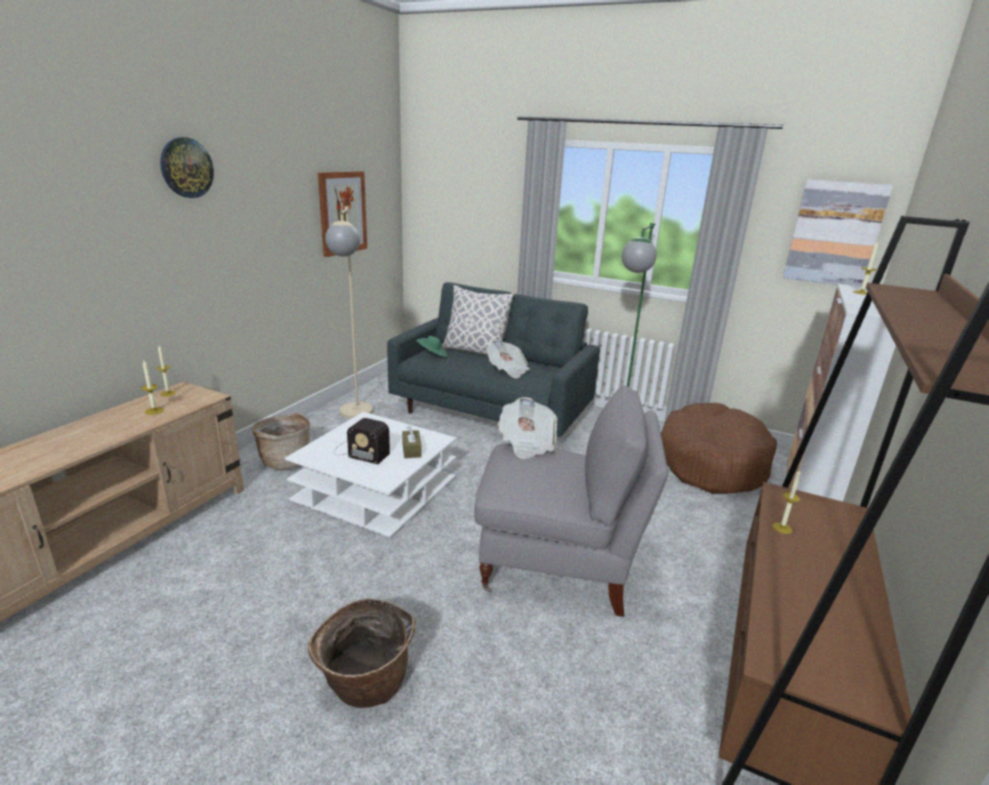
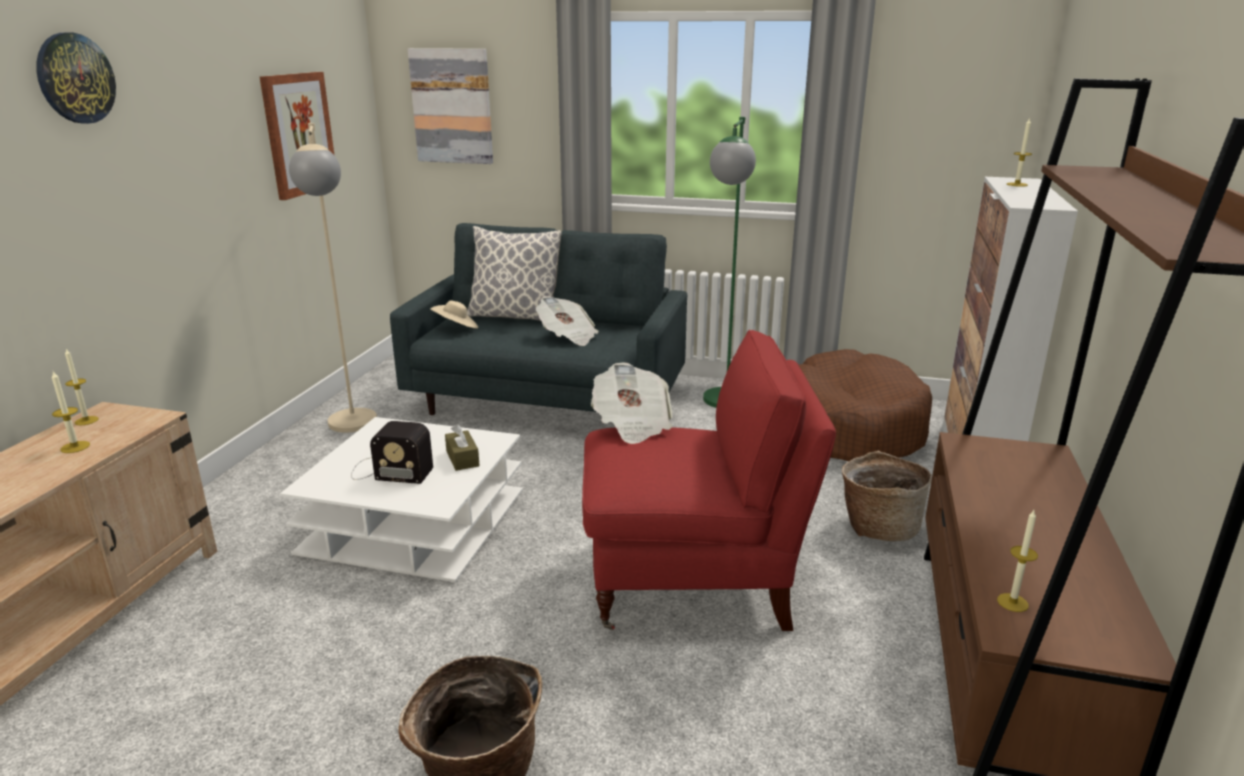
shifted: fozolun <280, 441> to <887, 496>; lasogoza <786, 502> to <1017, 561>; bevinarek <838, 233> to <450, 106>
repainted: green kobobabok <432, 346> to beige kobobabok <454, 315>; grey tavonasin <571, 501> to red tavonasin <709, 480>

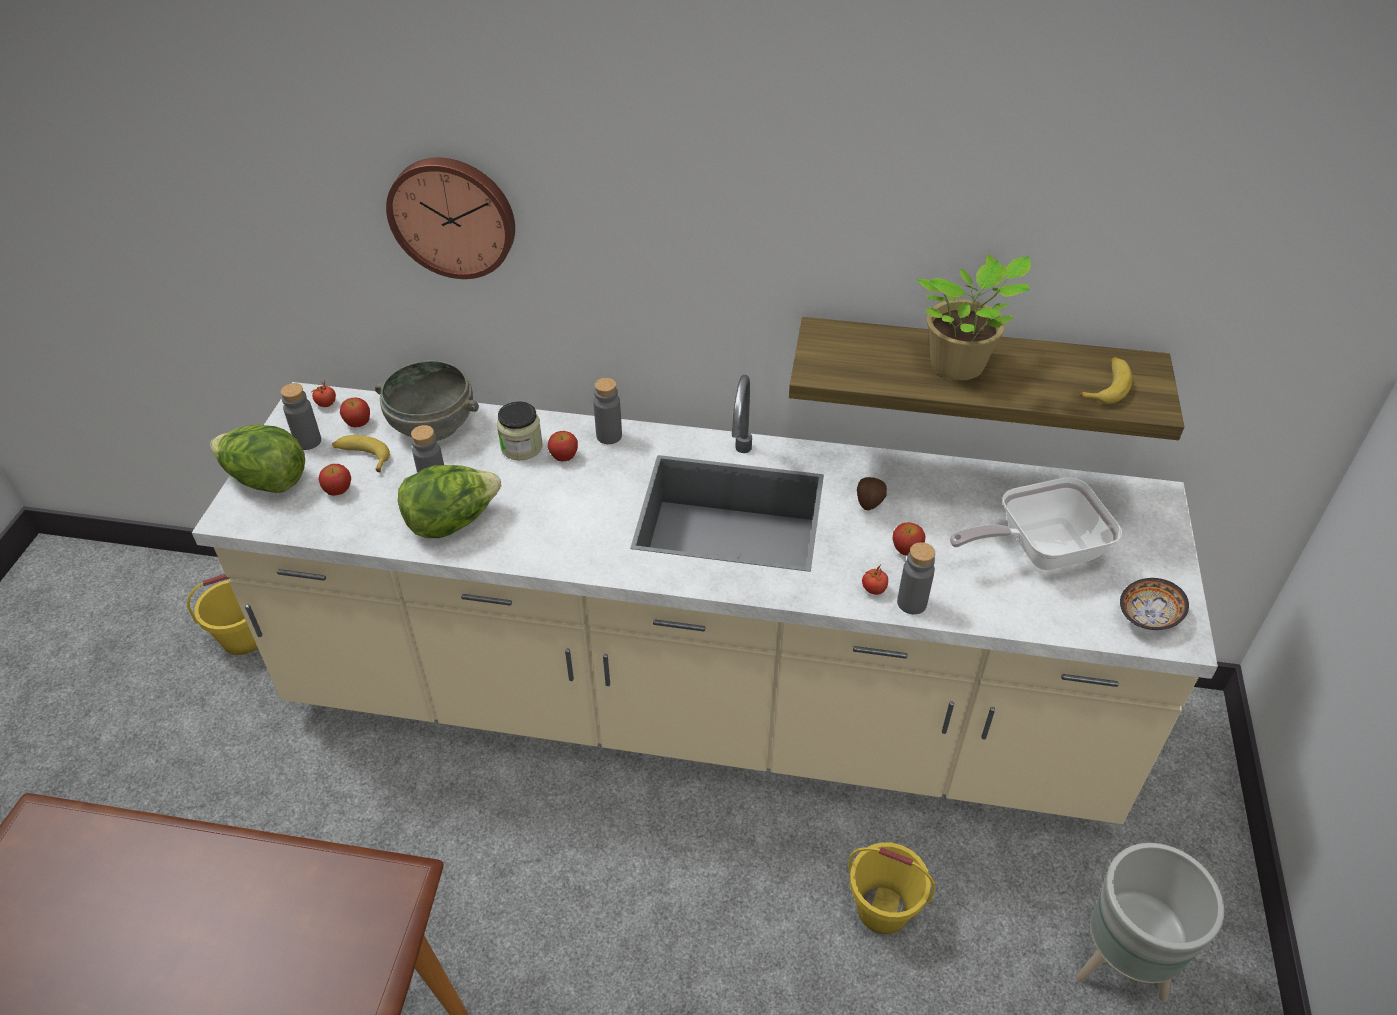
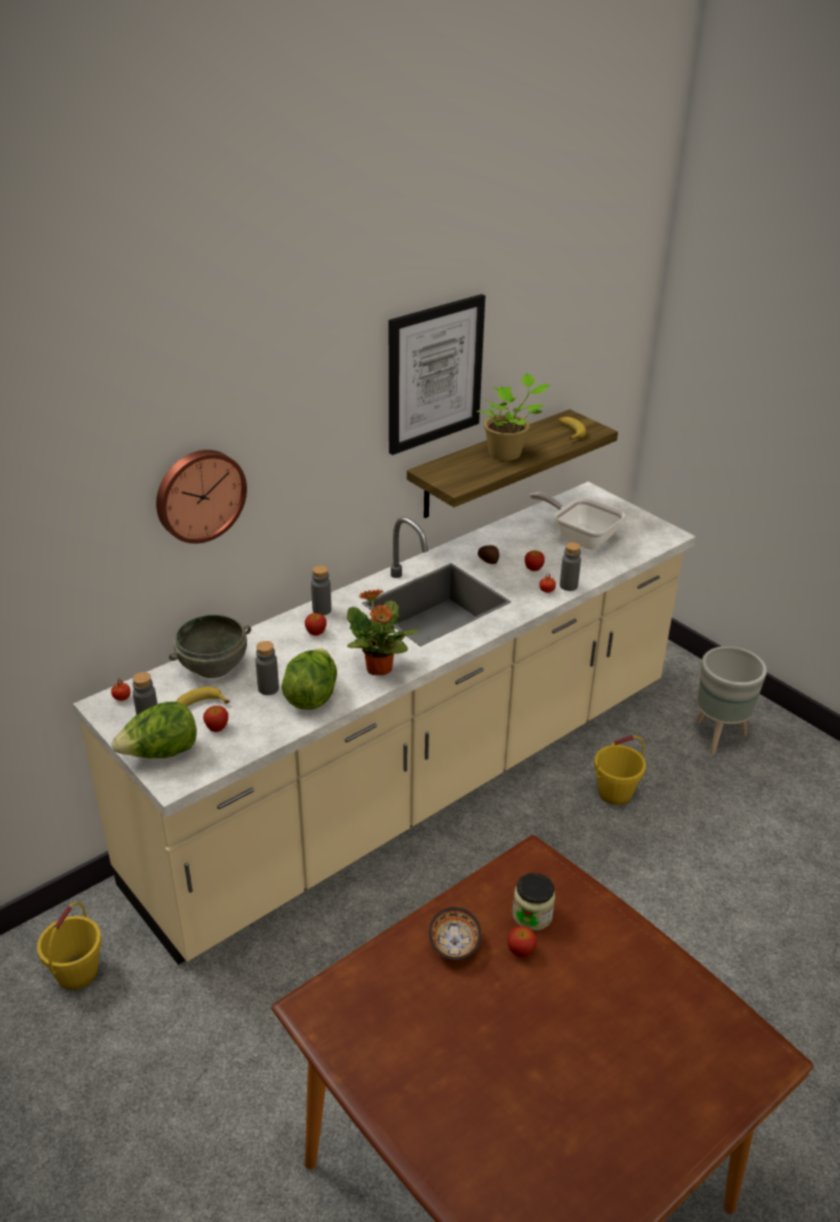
new: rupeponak <383, 632>; bevinarek <437, 374>
shifted: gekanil <355, 412> to <522, 941>; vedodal <520, 430> to <533, 902>; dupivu <1154, 604> to <455, 933>
rotated: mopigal <1036, 523> = <577, 520> 105 degrees clockwise

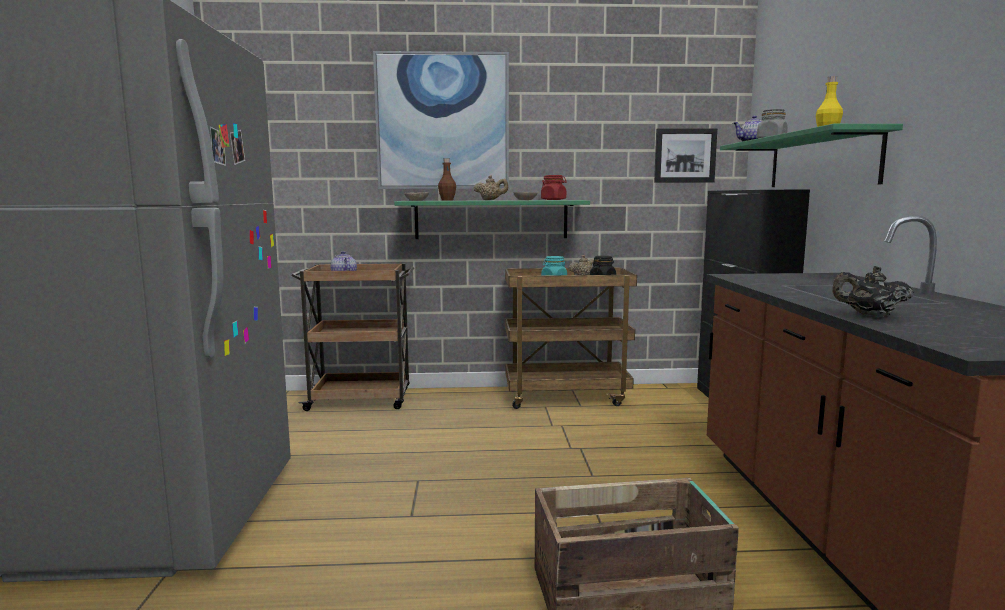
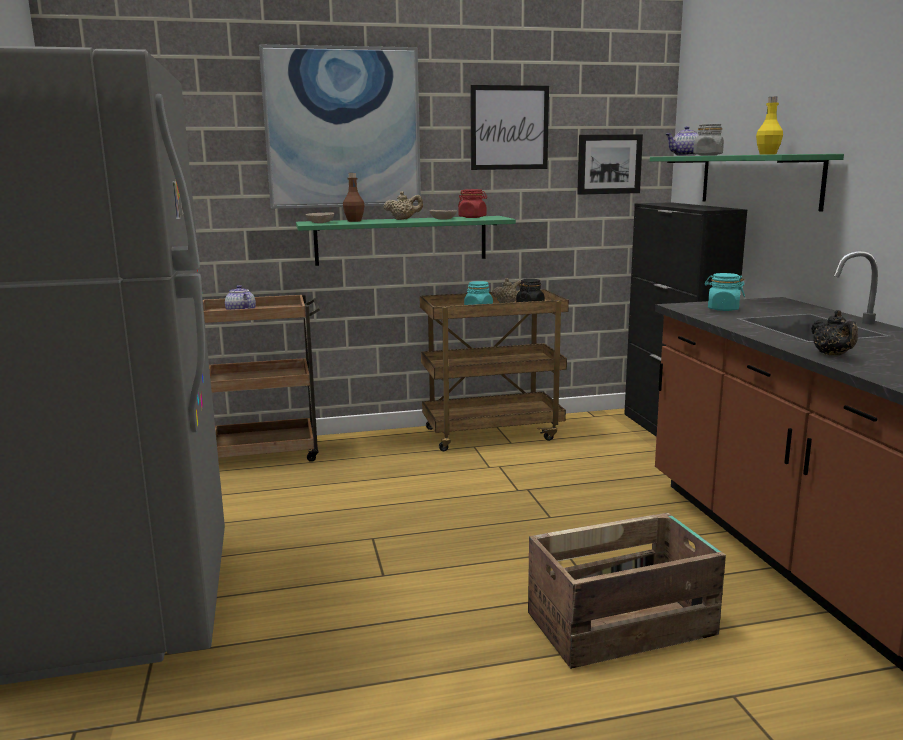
new: bevinarek <509, 127>; turquoise vedodal <725, 292>
rotated: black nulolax <872, 292> = <834, 333> 105 degrees counterclockwise

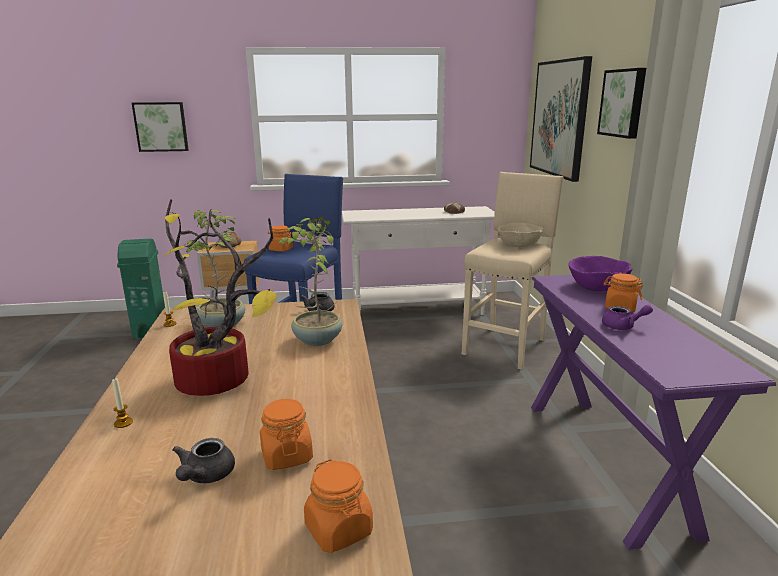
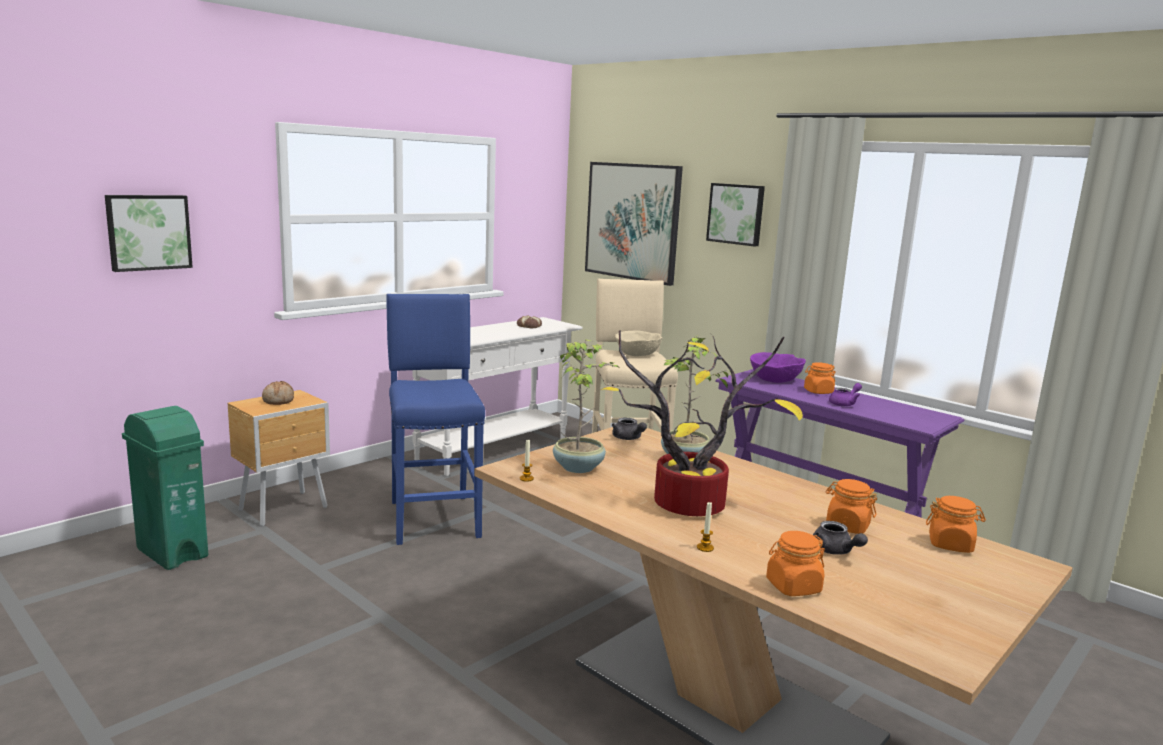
shifted: orange vedodal <280, 238> to <795, 563>

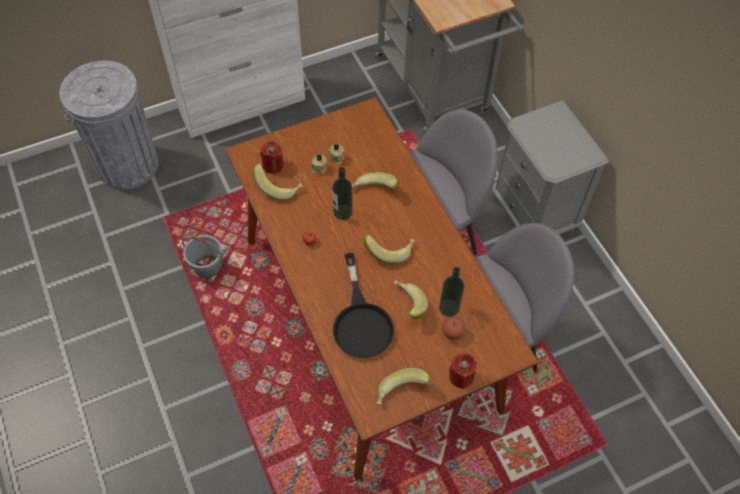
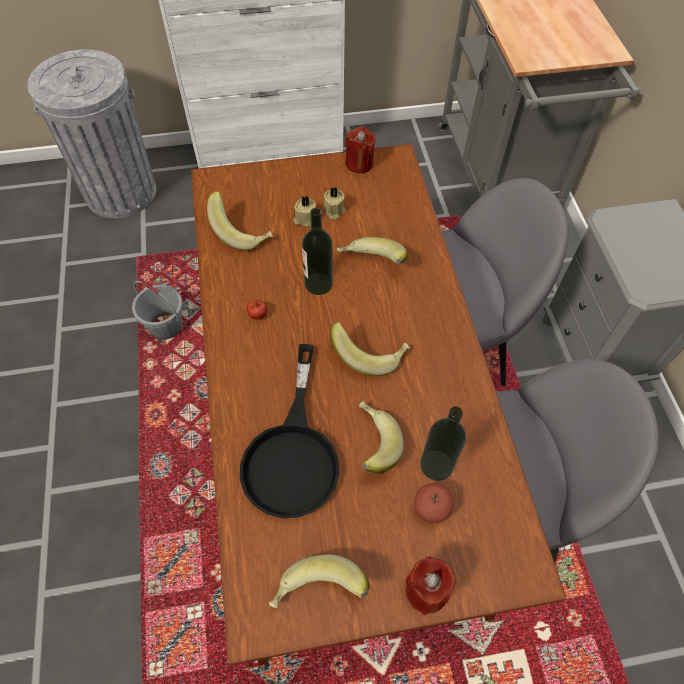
shifted: red lasogoza <272, 157> to <360, 149>

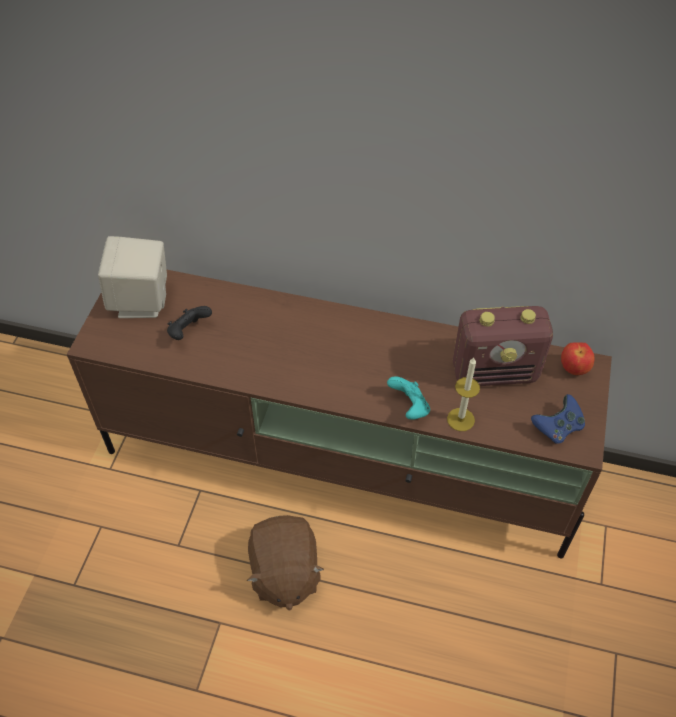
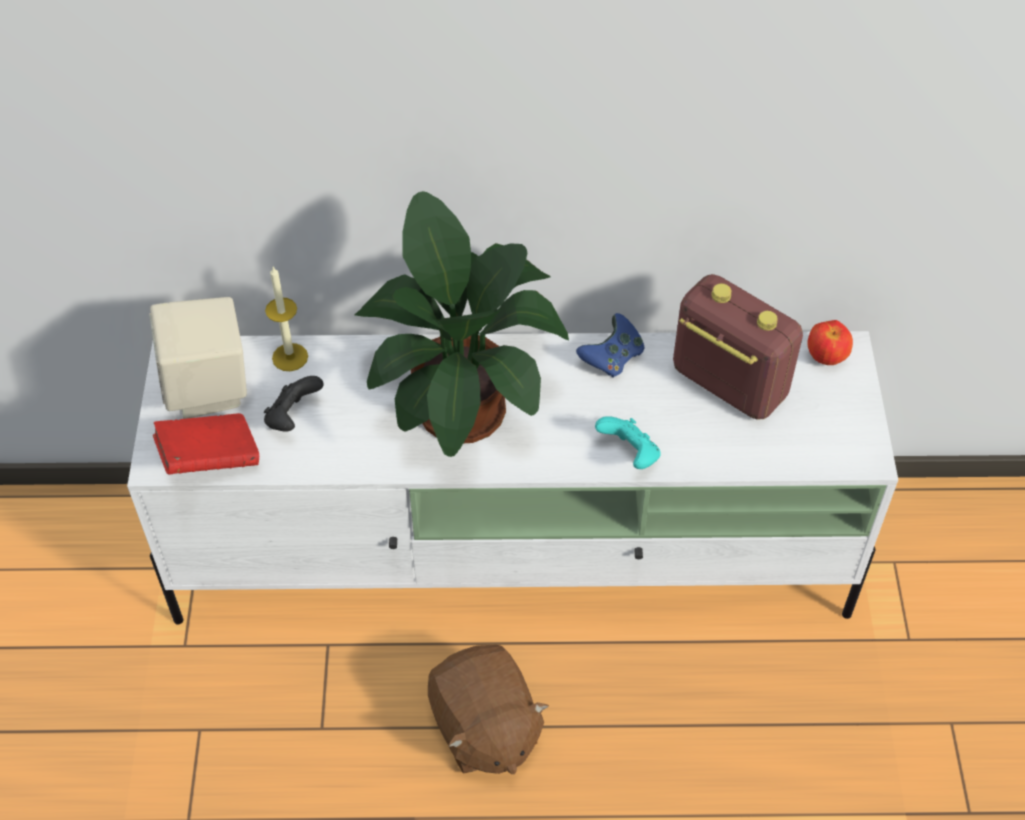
new: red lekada <206, 444>; rupeponak <462, 324>
shifted: lasogoza <463, 394> to <286, 319>; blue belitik <558, 419> to <610, 345>
repainted: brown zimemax <339, 414> to white zimemax <512, 477>
rotated: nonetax <503, 346> = <738, 347> 120 degrees counterclockwise

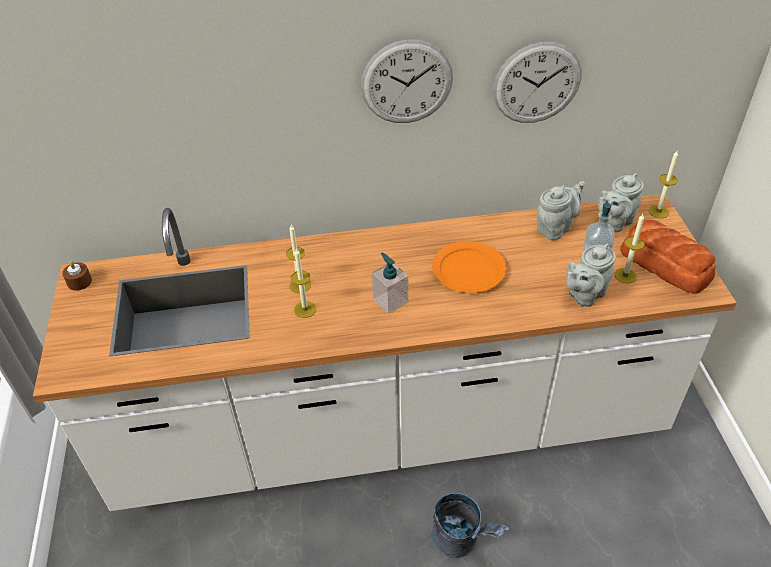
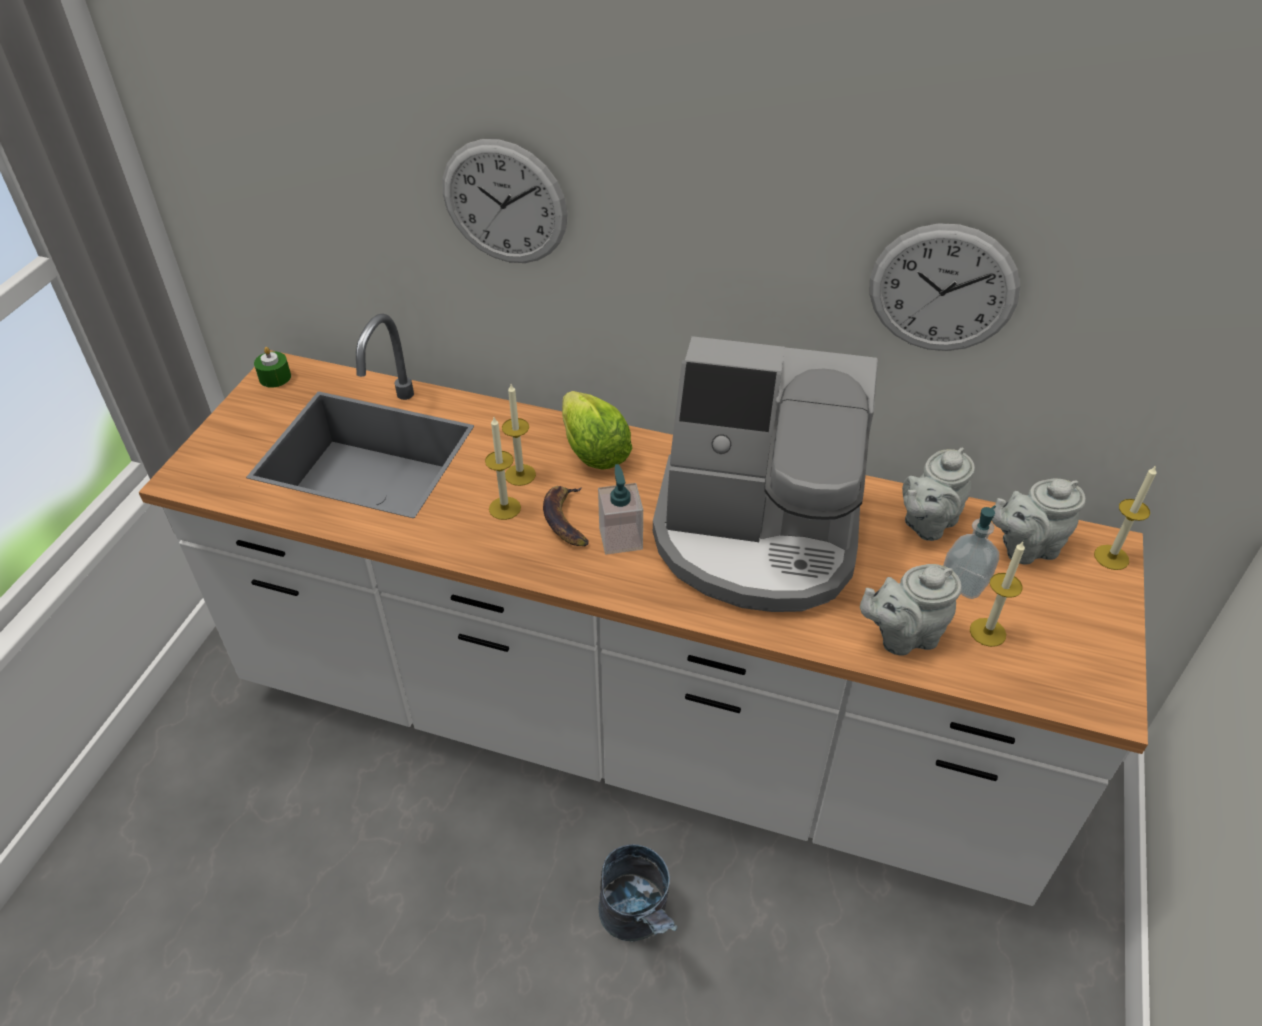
gone: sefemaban <668, 256>
new: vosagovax <566, 516>; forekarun <597, 430>
shifted: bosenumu <407, 81> to <505, 201>
swapped: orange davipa <469, 267> to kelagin <765, 474>
repainted: brown lasogoza <77, 276> to green lasogoza <272, 367>
rotated: grey nulolax <561, 210> = <938, 494> 150 degrees clockwise

